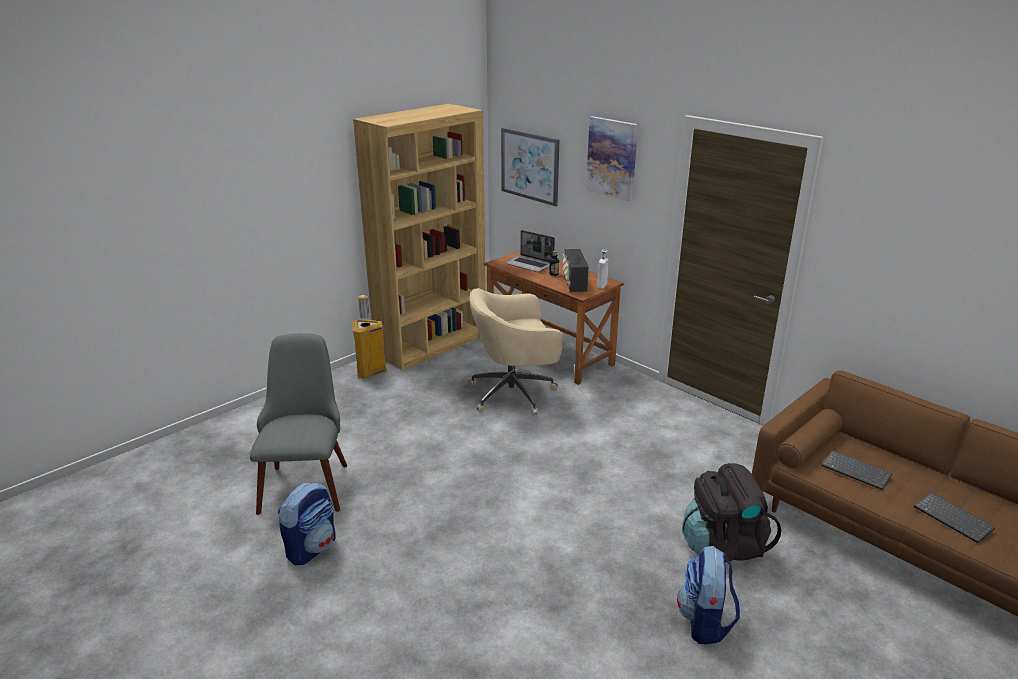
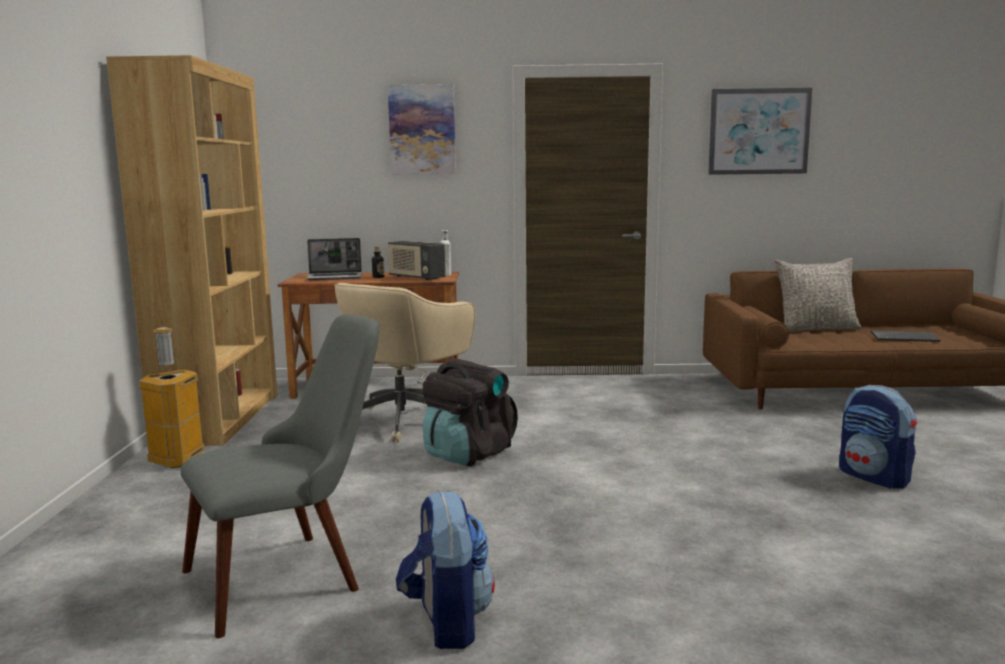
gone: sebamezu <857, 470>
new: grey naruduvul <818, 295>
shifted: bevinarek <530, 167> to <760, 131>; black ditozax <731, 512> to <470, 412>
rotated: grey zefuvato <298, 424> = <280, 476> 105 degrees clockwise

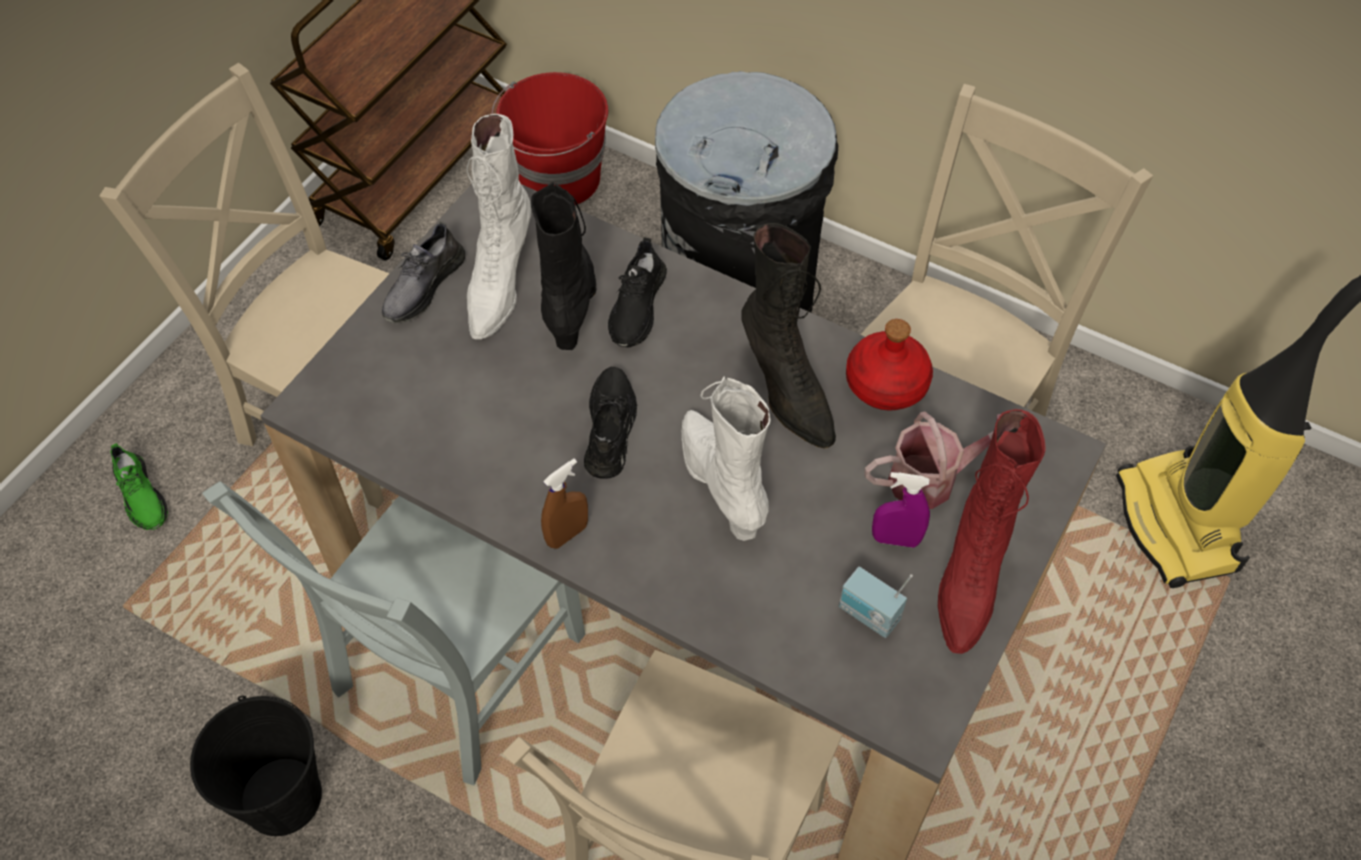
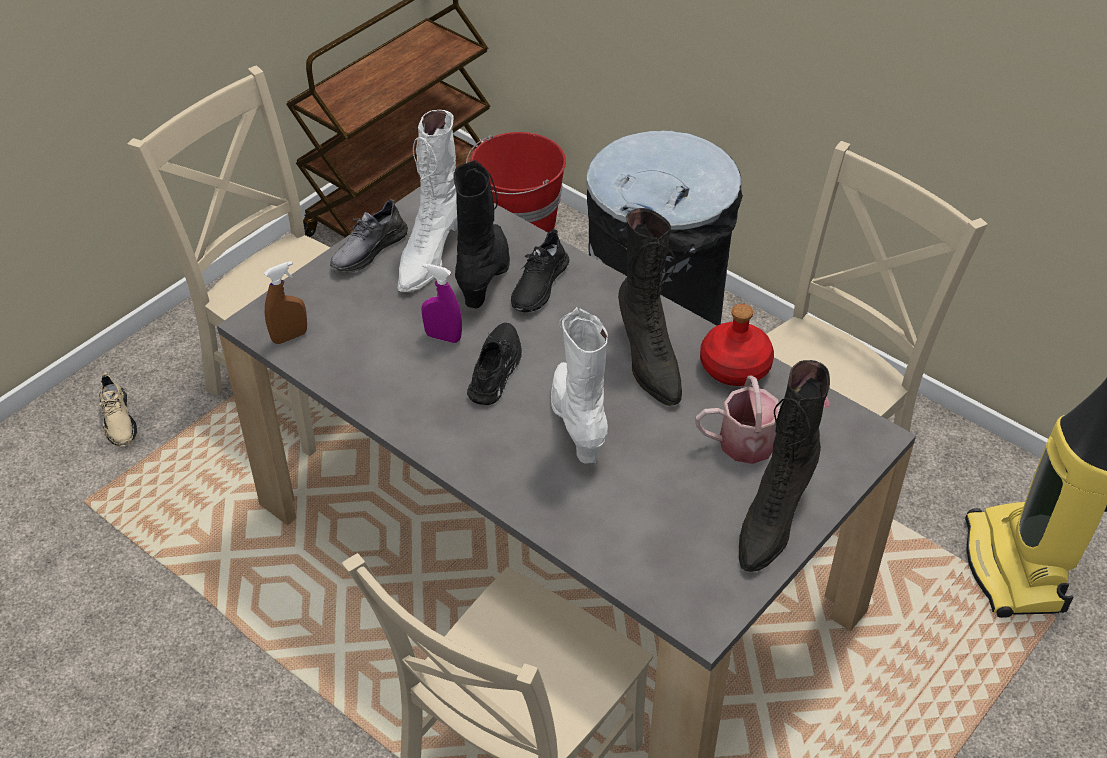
gone: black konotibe <256, 766>; grey zefuvato <393, 633>; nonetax <876, 602>
shifted: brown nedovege <564, 503> to <285, 302>; purple nedovege <901, 510> to <442, 303>
repainted: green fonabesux <139, 486> to beige fonabesux <118, 409>; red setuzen <992, 531> to black setuzen <784, 466>

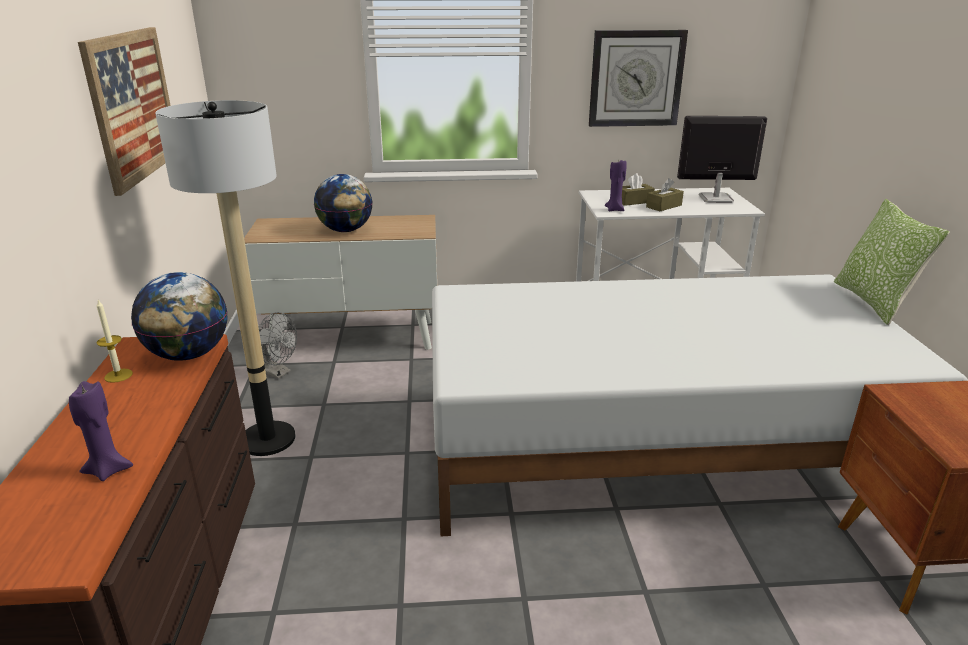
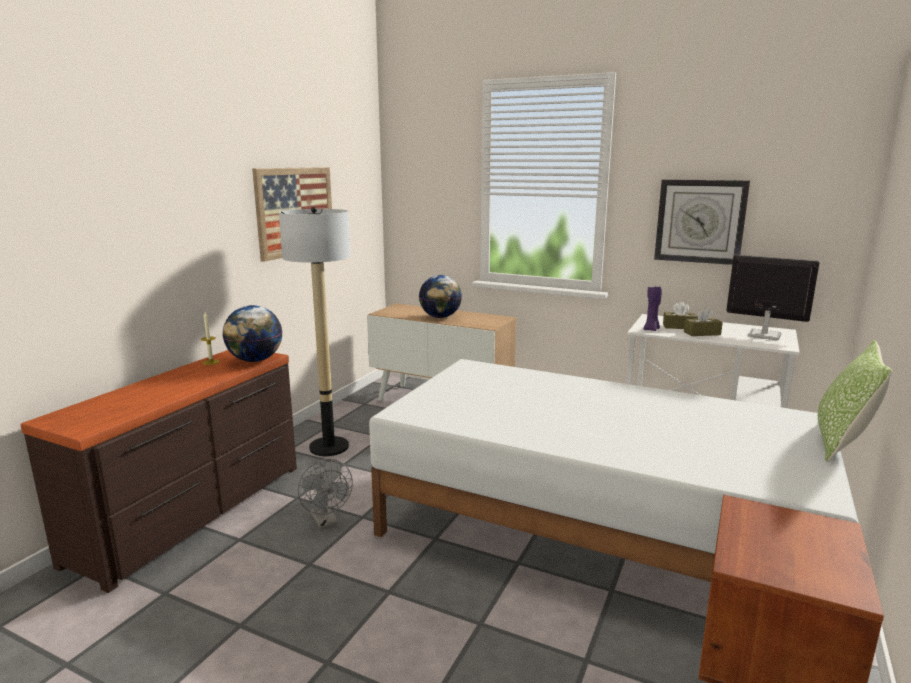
gone: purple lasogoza <101, 431>
shifted: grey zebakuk <277, 345> to <325, 494>

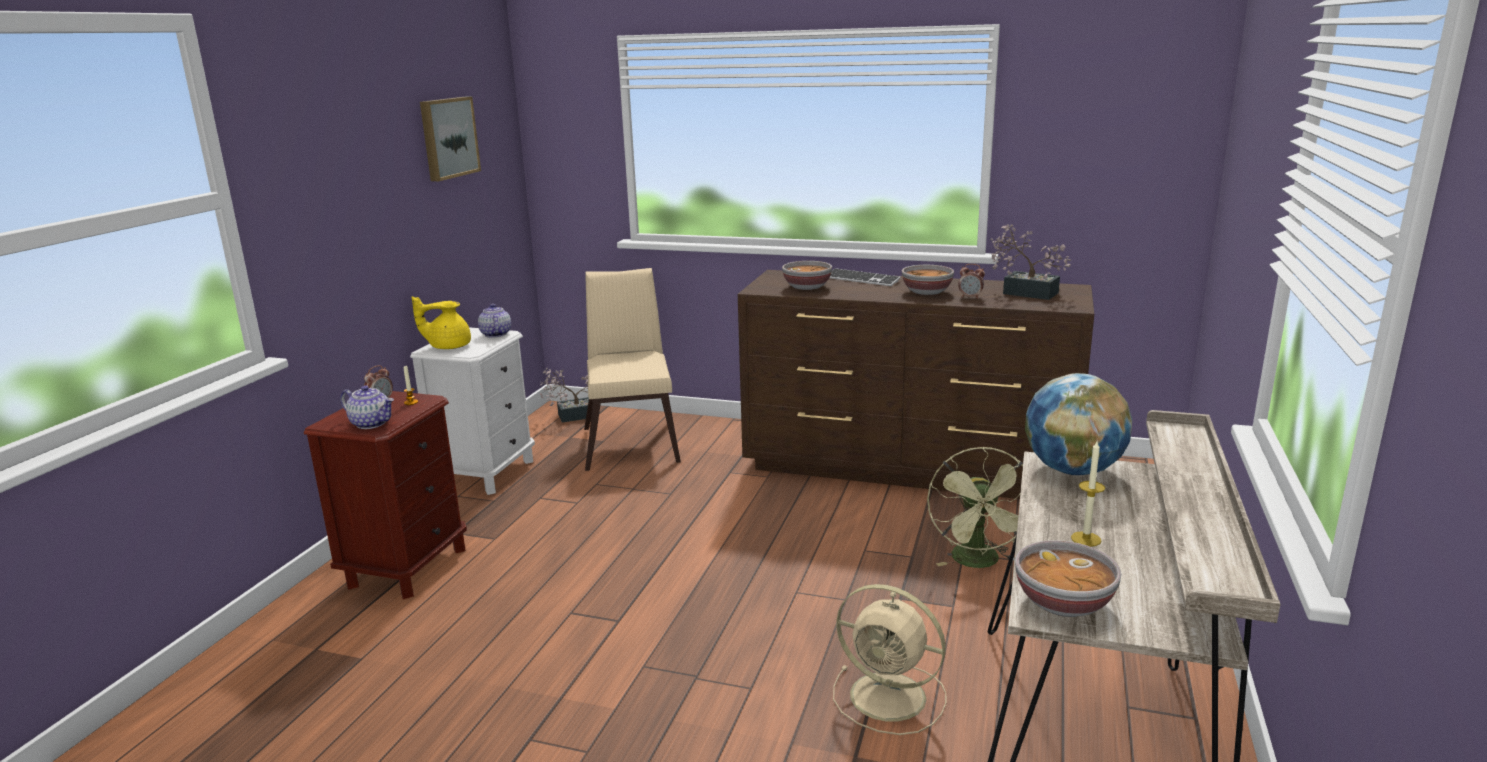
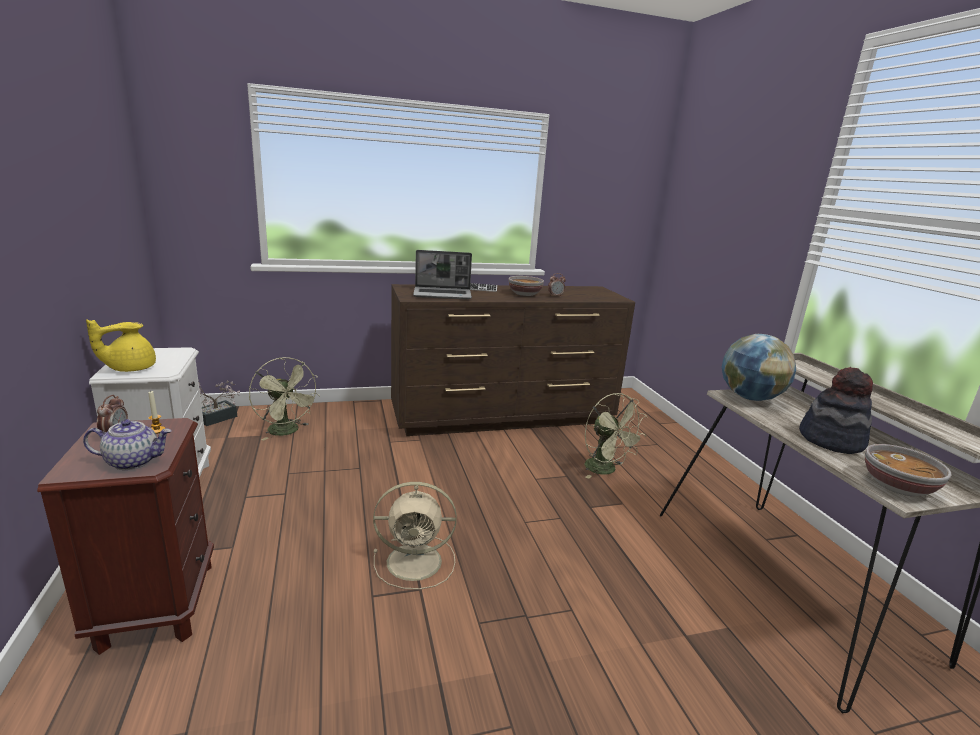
gone: bevinarek <450, 139>; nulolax <494, 321>; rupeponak <1030, 262>
shifted: beige zebakuk <889, 659> to <415, 536>
swapped: beige zefuvato <632, 369> to green zebakuk <284, 399>; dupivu <807, 275> to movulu <442, 275>; lasogoza <1088, 494> to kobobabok <836, 410>

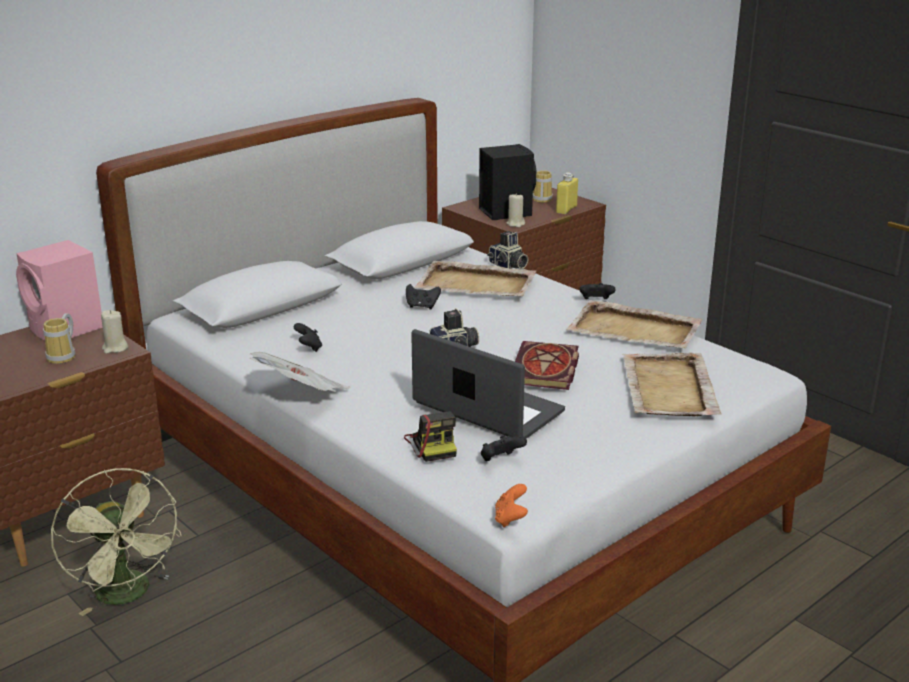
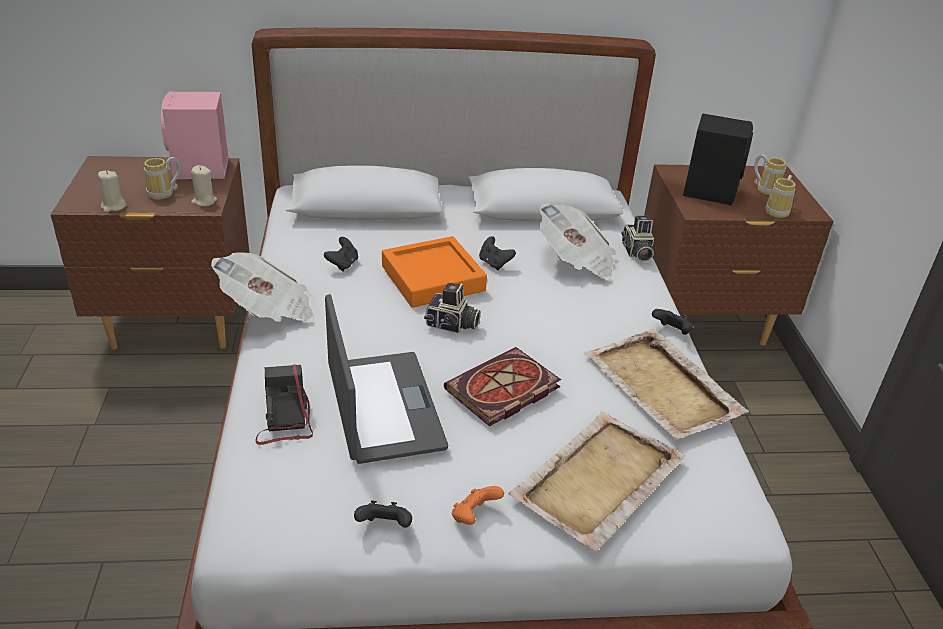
gone: green zebakuk <116, 542>
new: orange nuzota <434, 272>
shifted: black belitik <504, 448> to <383, 514>; orange belitik <511, 505> to <478, 505>; beige lasogoza <515, 210> to <112, 191>
swapped: beige nuzota <475, 278> to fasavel <577, 242>; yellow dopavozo <567, 193> to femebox <780, 196>
rotated: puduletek <430, 436> = <284, 404> 150 degrees clockwise

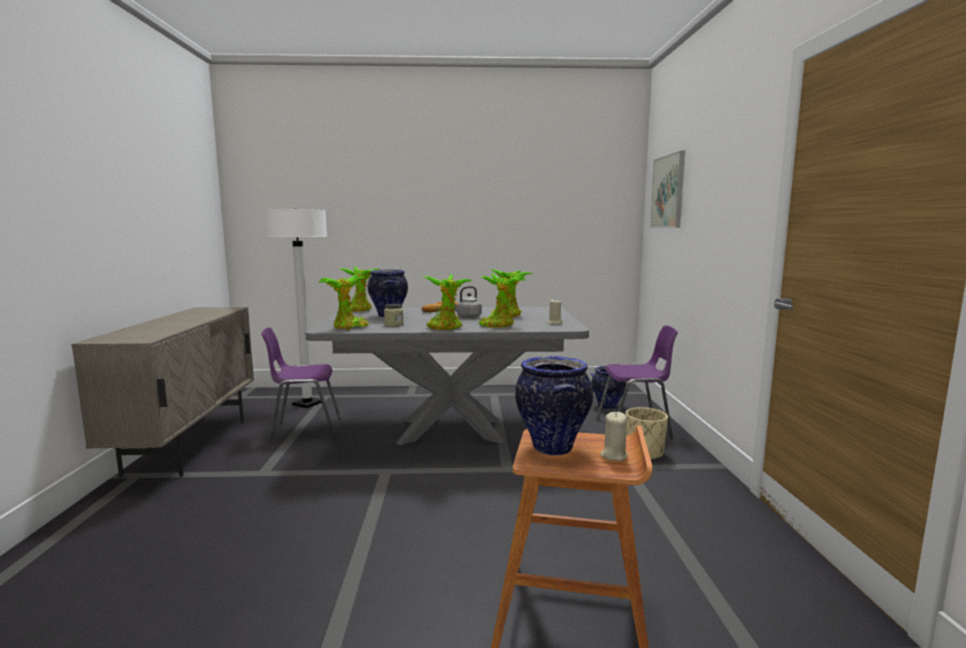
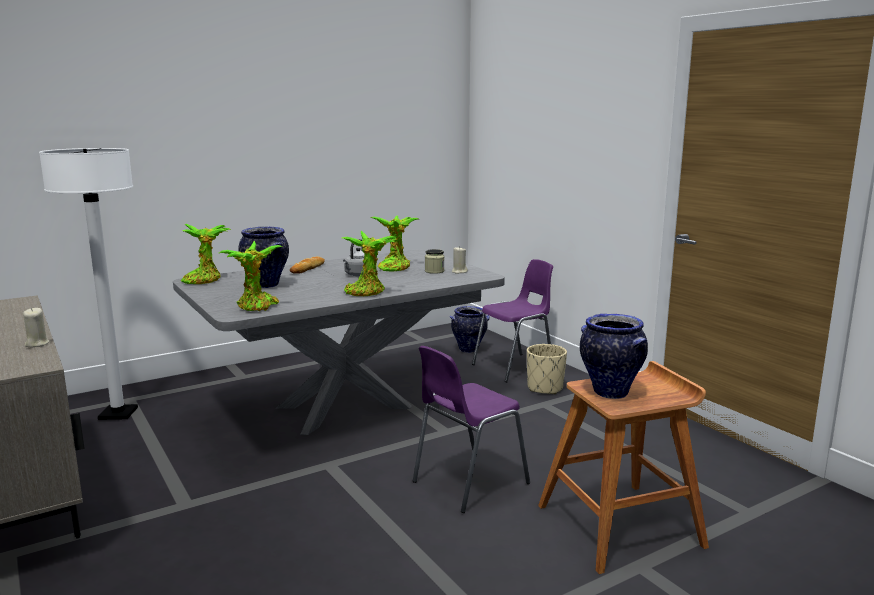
gone: rupeponak <502, 300>; bevinarek <667, 189>
shifted: purple zefuvato <301, 385> to <471, 429>; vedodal <394, 315> to <434, 261>; beige lasogoza <614, 436> to <36, 327>

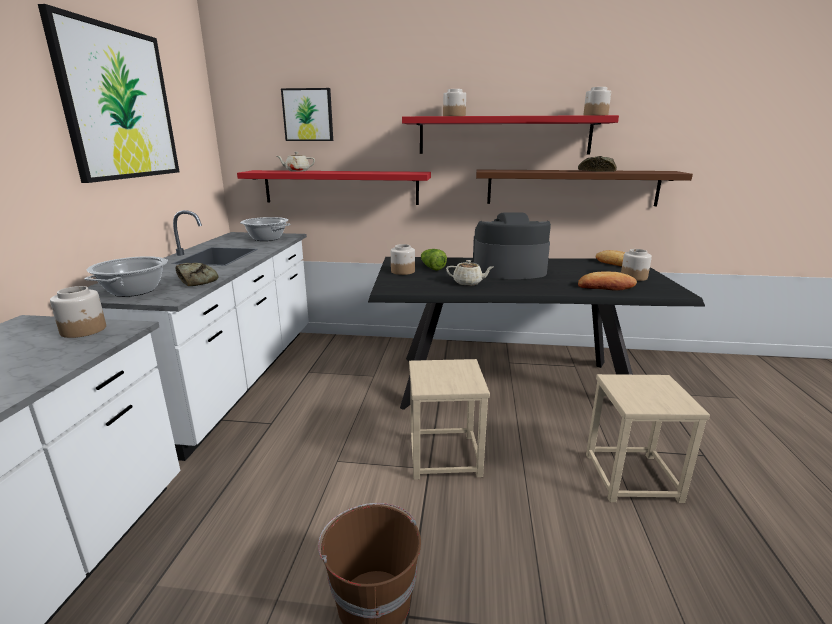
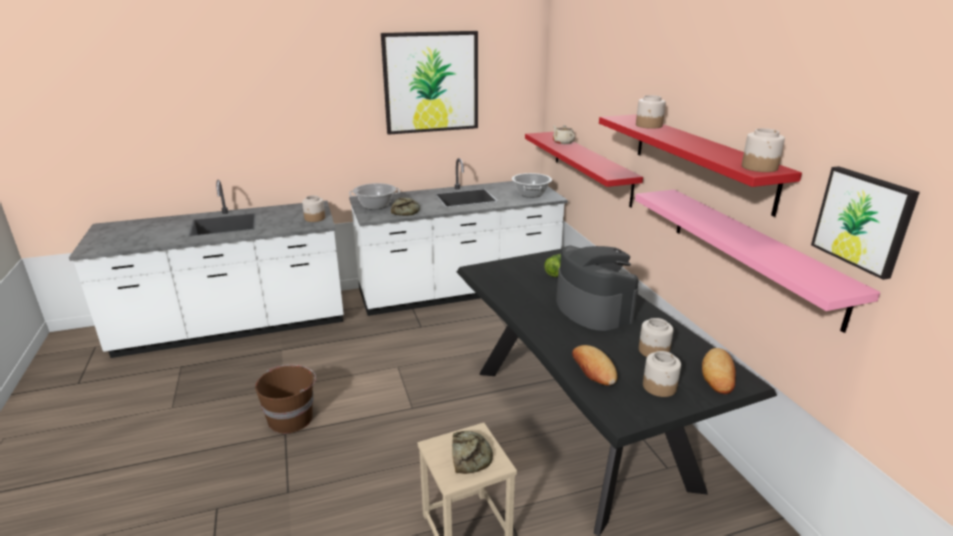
gone: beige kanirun <449, 419>; beige nulolax <469, 273>
shifted: bevinarek <307, 114> to <865, 223>; vedodal <403, 259> to <656, 337>; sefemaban <597, 164> to <472, 452>
repainted: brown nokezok <584, 187> to pink nokezok <757, 261>

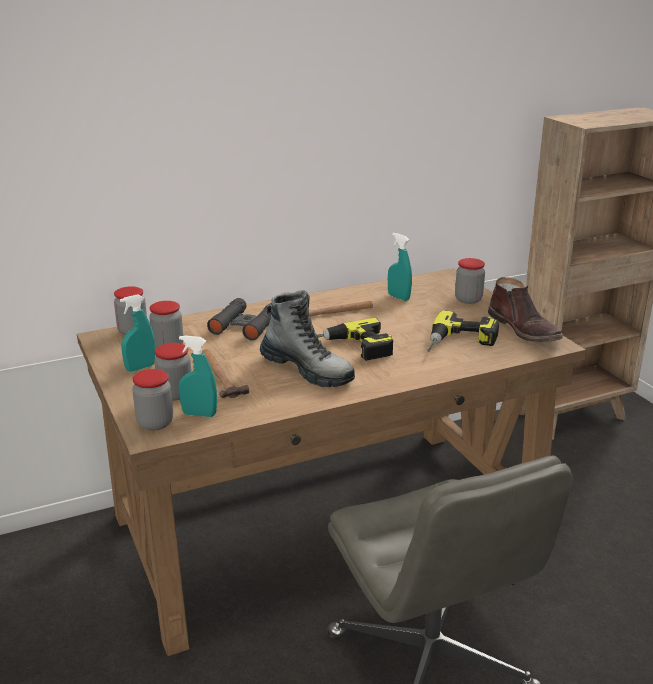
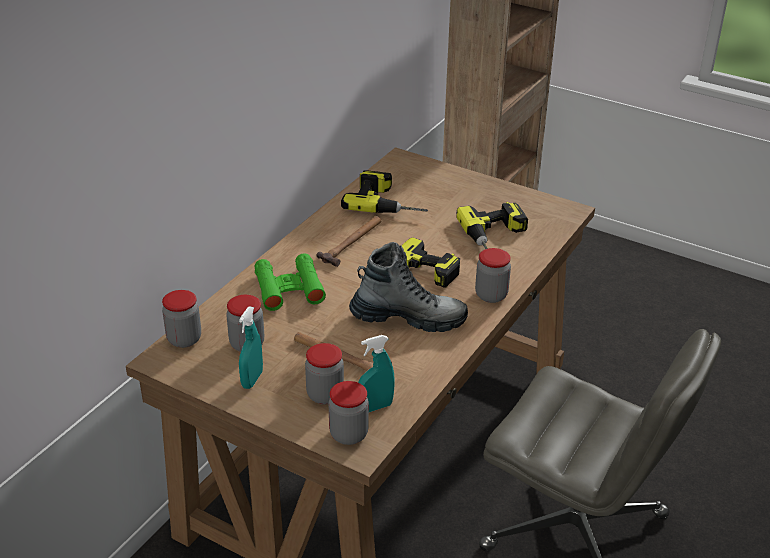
gone: brown setuzen <525, 309>
shifted: vedodal <470, 281> to <493, 275>
swapped: turquoise nedovege <400, 267> to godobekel <384, 191>
repainted: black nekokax <239, 319> to green nekokax <290, 282>

